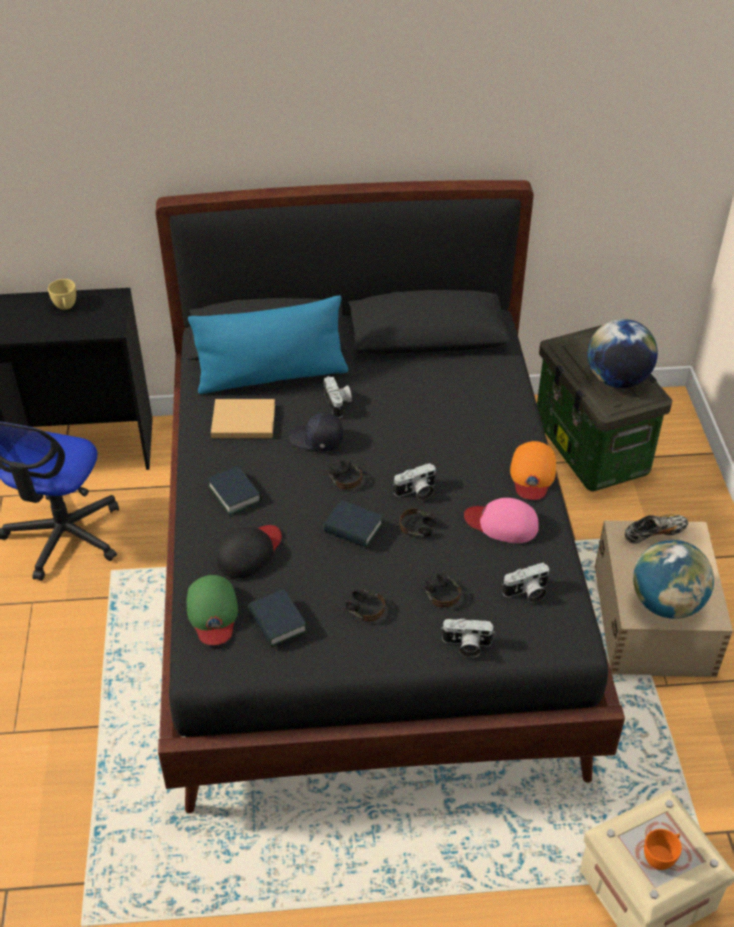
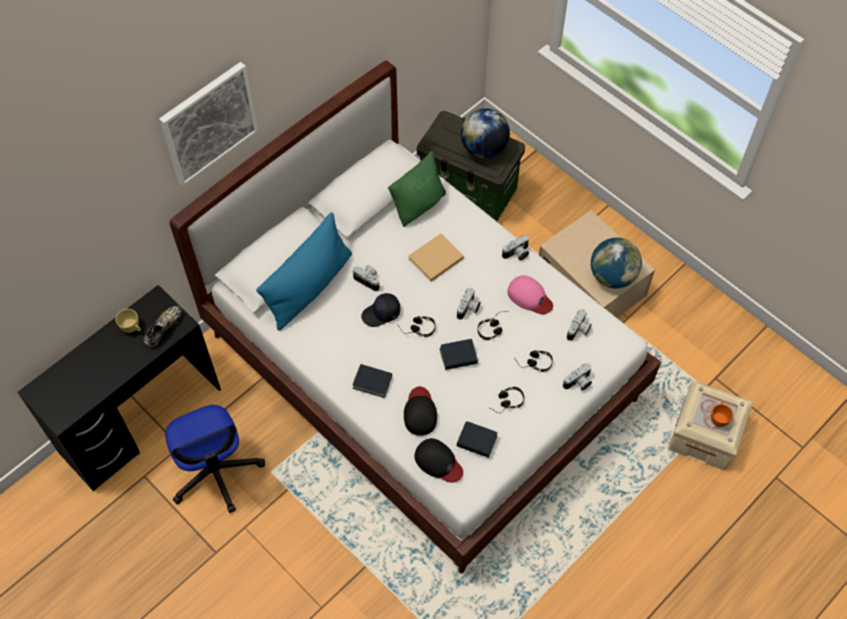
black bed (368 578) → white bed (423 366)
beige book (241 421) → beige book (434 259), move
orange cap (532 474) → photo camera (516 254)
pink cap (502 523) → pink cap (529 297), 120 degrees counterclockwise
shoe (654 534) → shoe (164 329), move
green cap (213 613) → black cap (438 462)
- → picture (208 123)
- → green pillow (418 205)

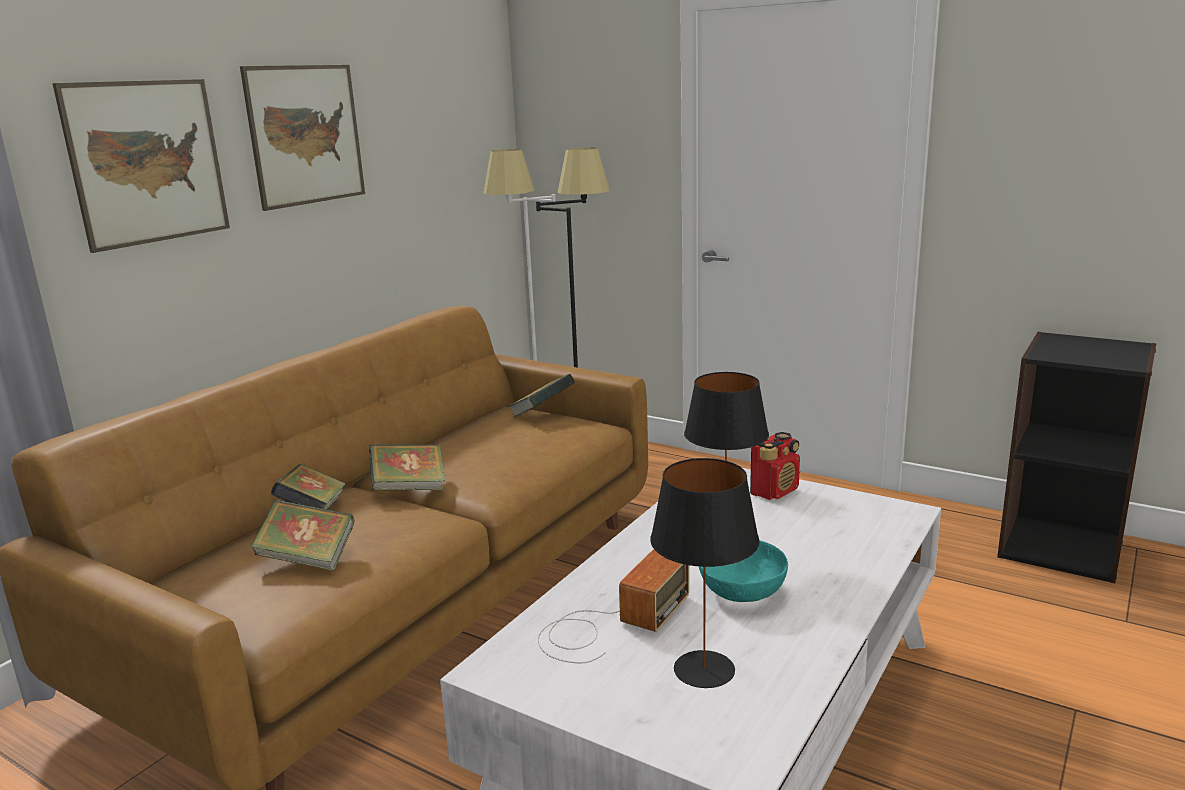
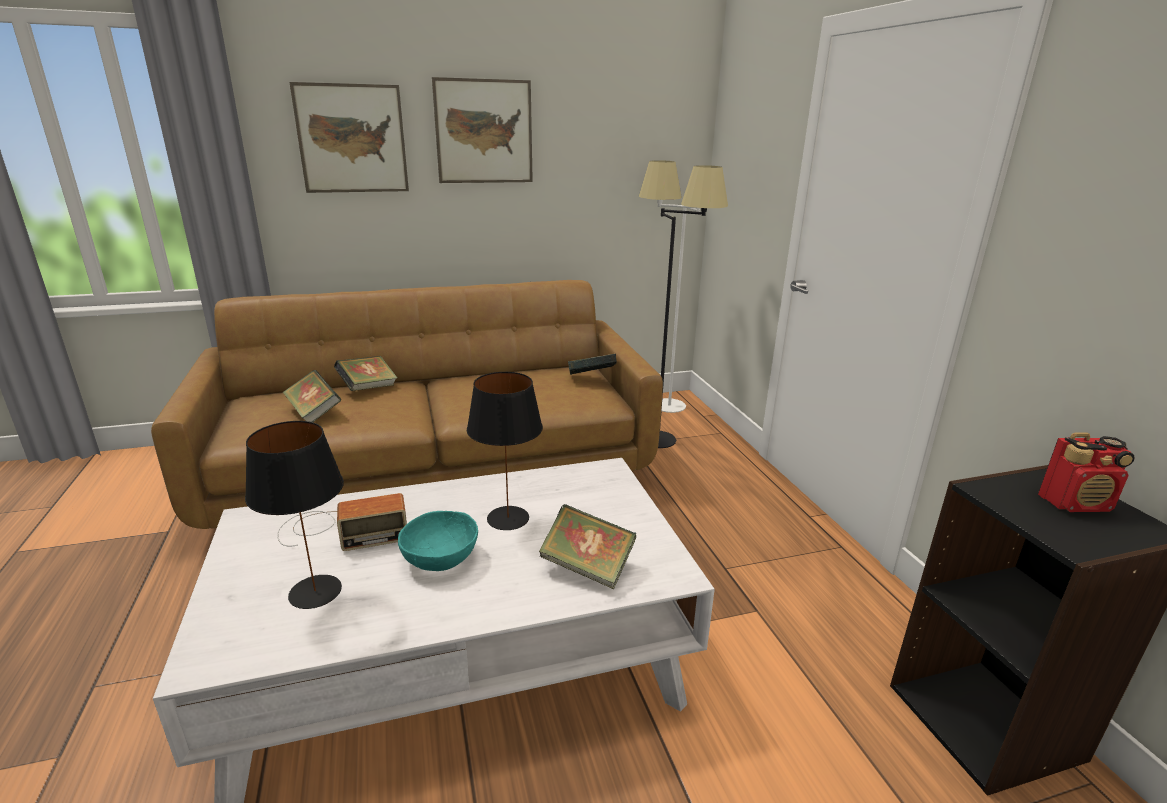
radio (775 491) → radio (1075 503), move
book (409 488) → book (587 567), move

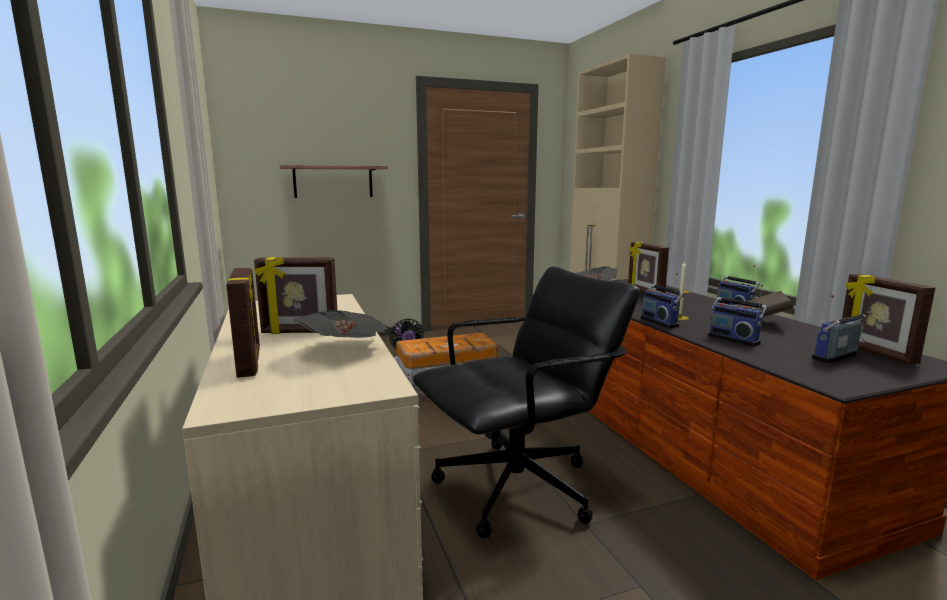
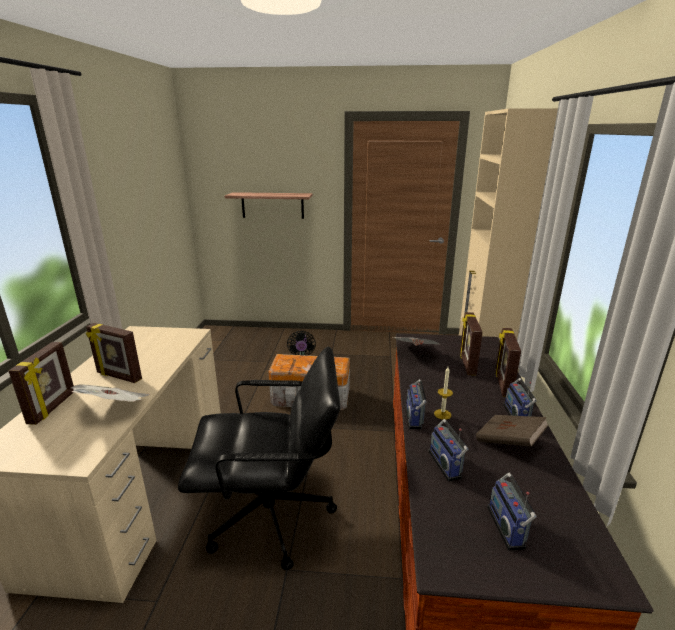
picture frame (875 353) → picture frame (502 384), move
radio (837 357) → radio (508 527), 90 degrees counterclockwise

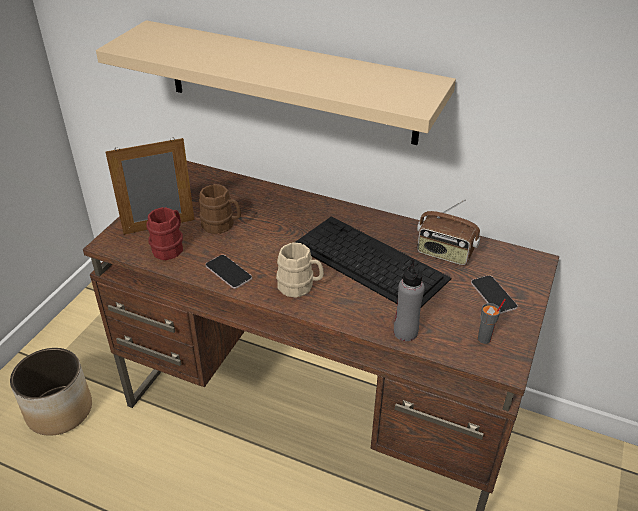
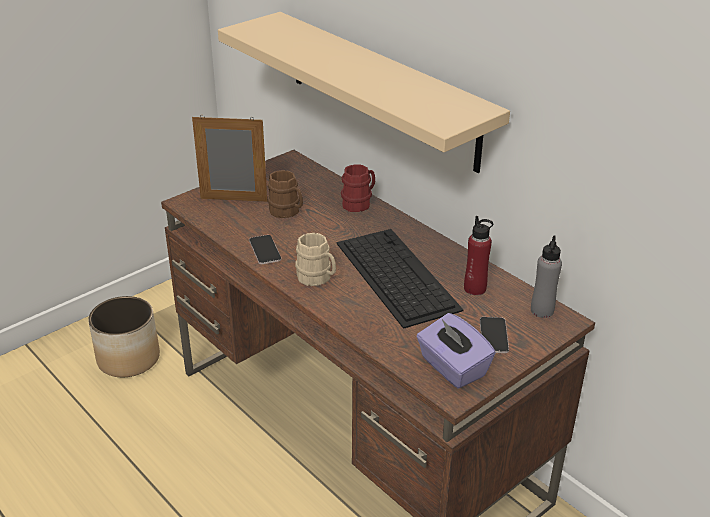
radio (444 254) → red bottle (475 288)
red mug (170 247) → red mug (359 203), move
grey bottle (405 332) → grey bottle (542 310), move
grey cup (484 339) → purple tissue box (452 368)

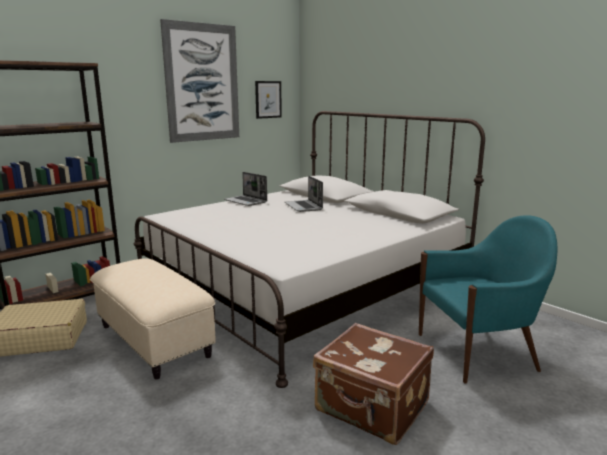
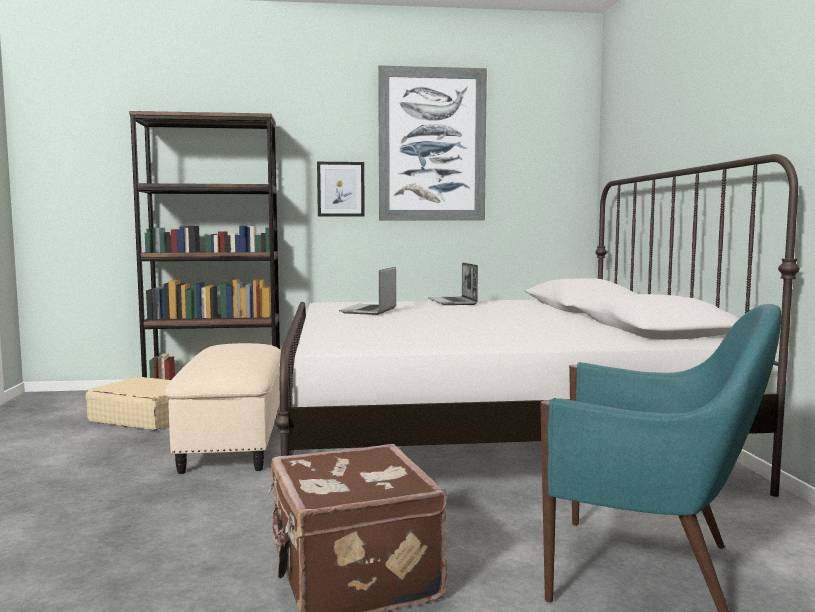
picture (268 99) → picture (340 189), move
laptop (304 207) → laptop (369 311), move

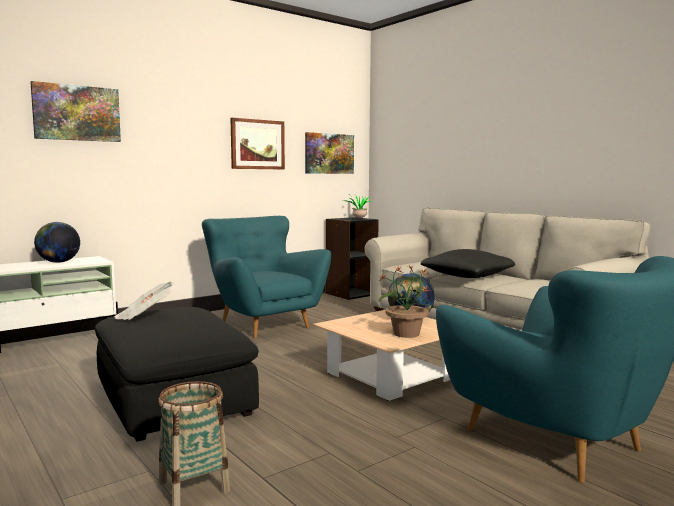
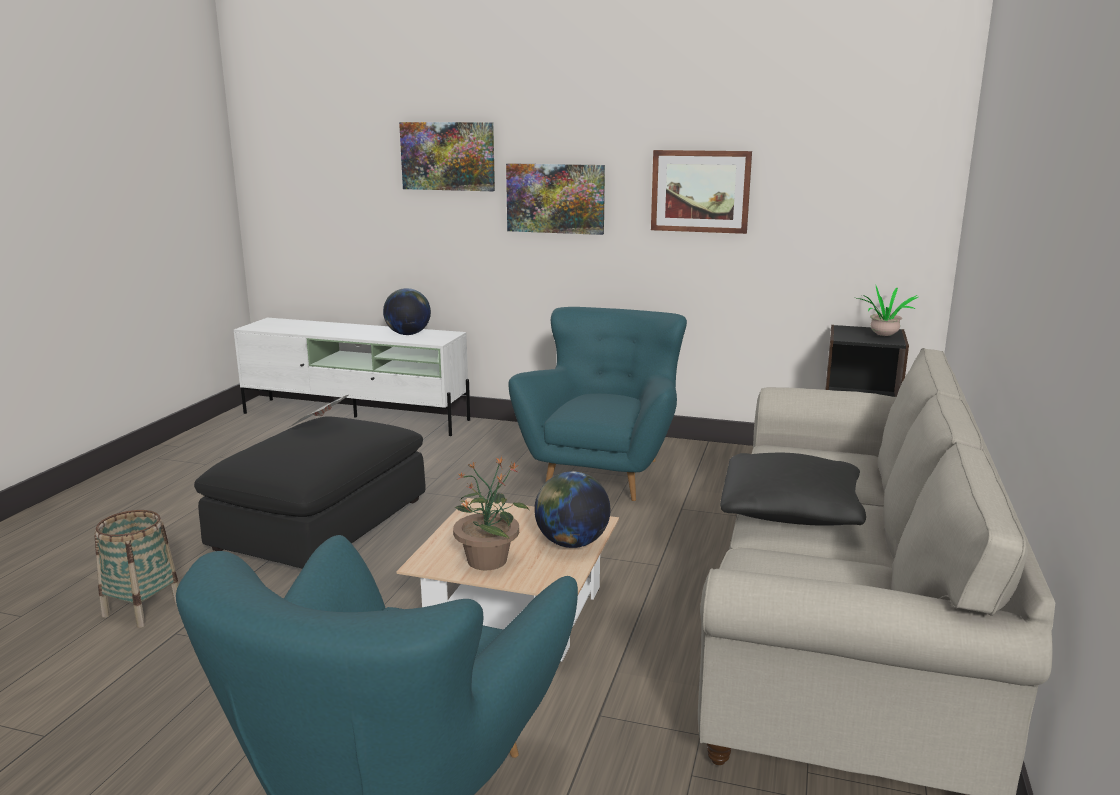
picture (329 153) → picture (555 198), move

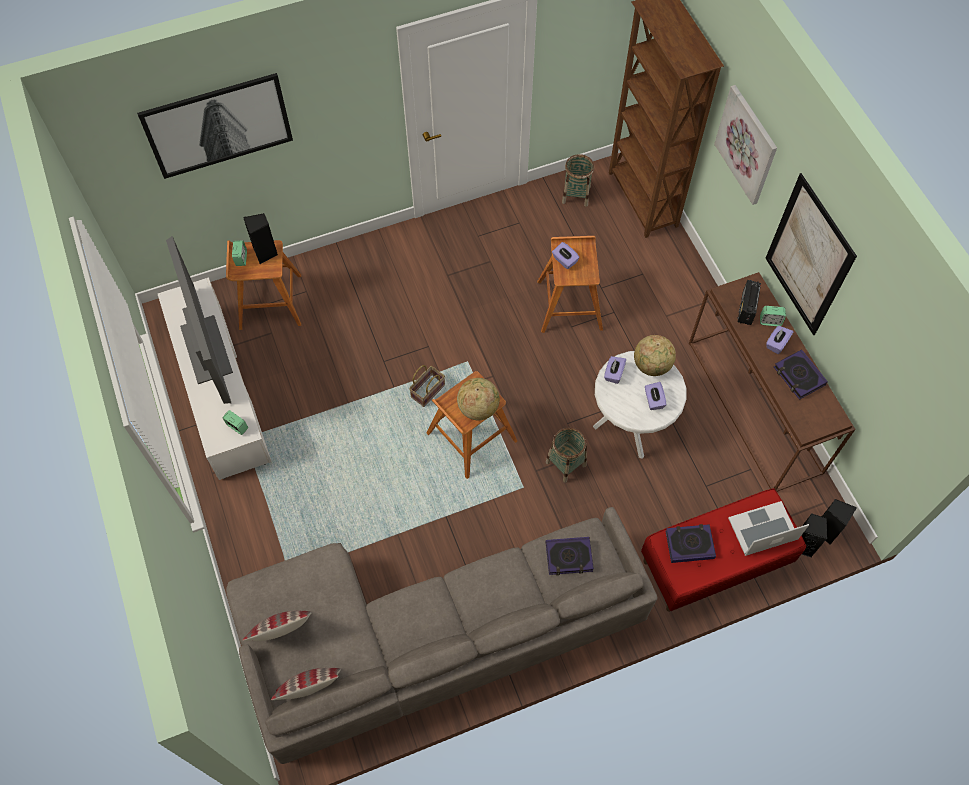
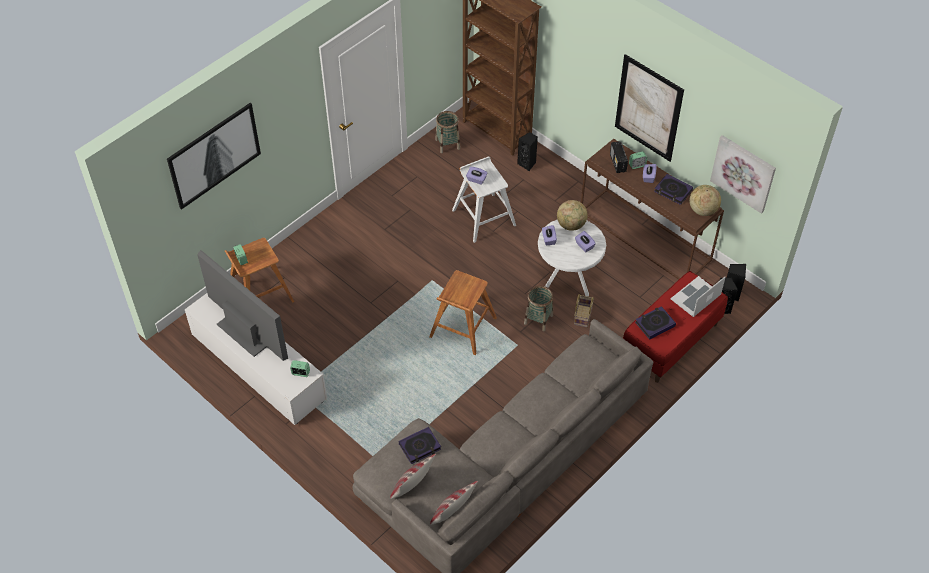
picture (747 144) → picture (743 173), move
black speaker (266 253) → black speaker (527 164), move
brown stool (569 304) → white stool (483 217)
basket (428 390) → basket (582 315), move
globe (478 408) → globe (702 210), move
book (569 557) → book (420 447), move

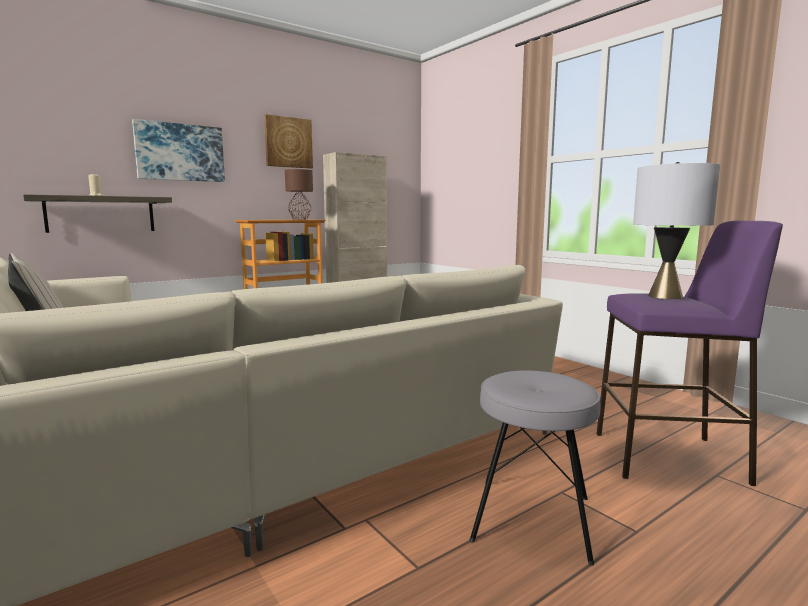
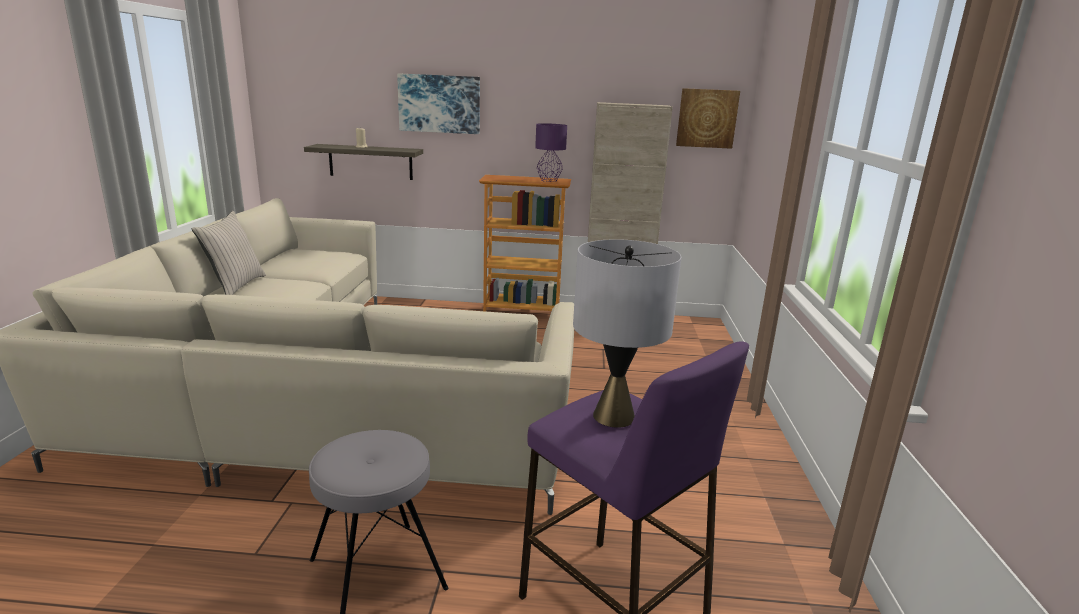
picture (288 142) → picture (707 118), move
brown table lamp (299 219) → purple table lamp (548 180)

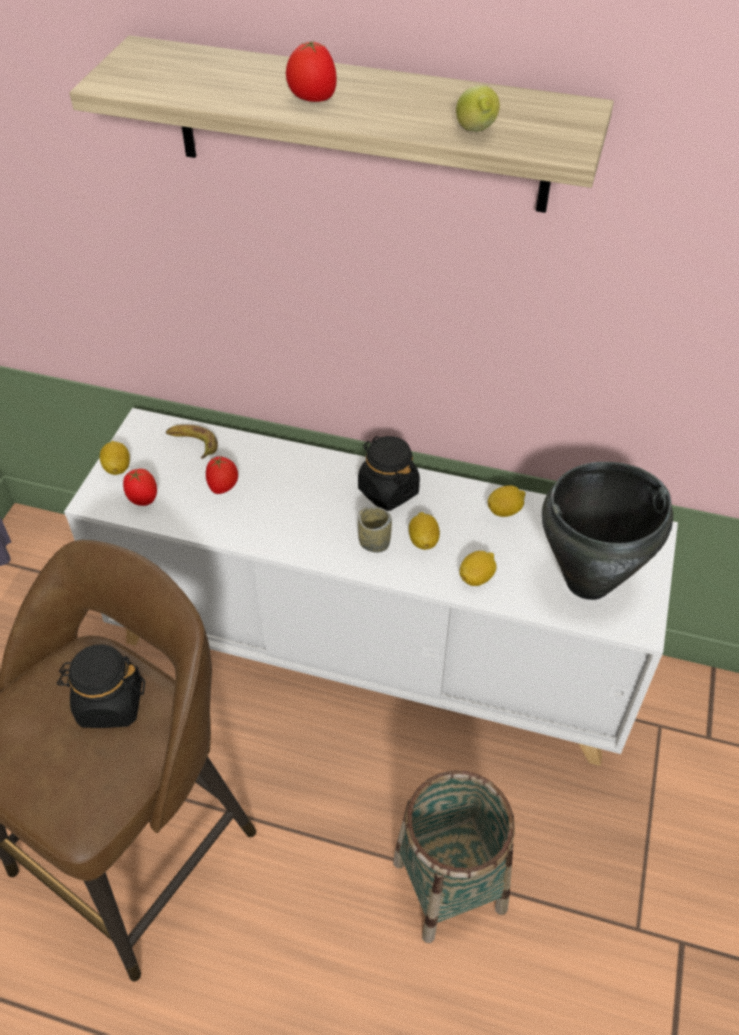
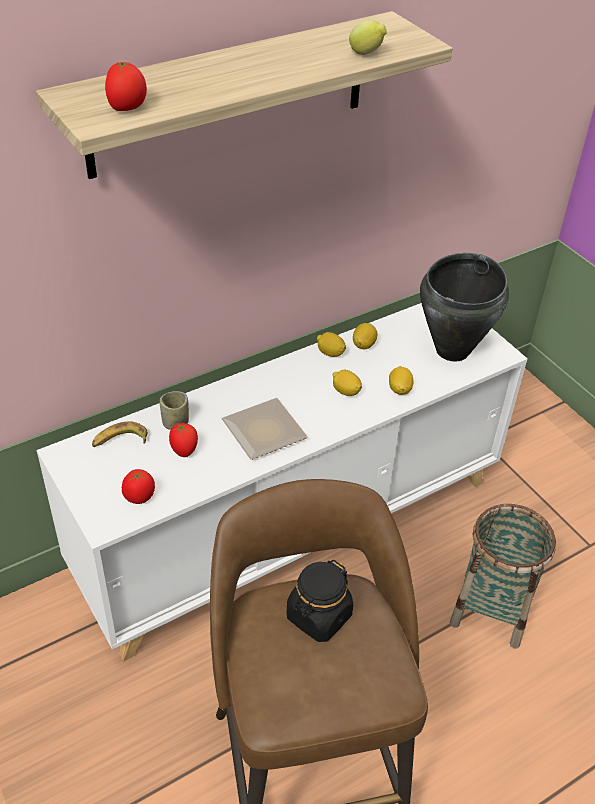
tomato (312 100) → tomato (127 109), move
black jar (388 491) → -
lemon (117 468) → lemon (330 353), move
cup (374 543) → cup (175 423), move
- → plate (261 431)

